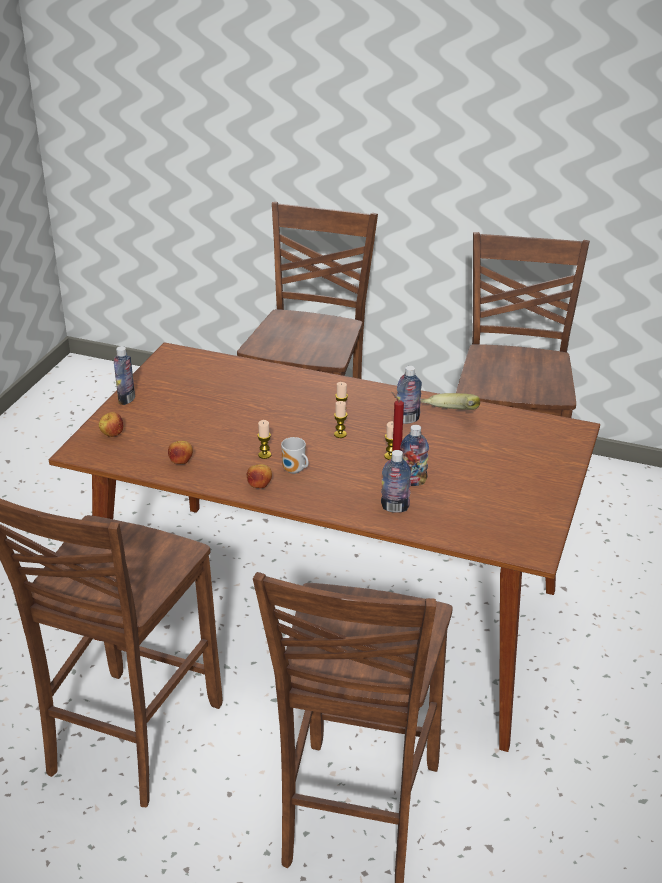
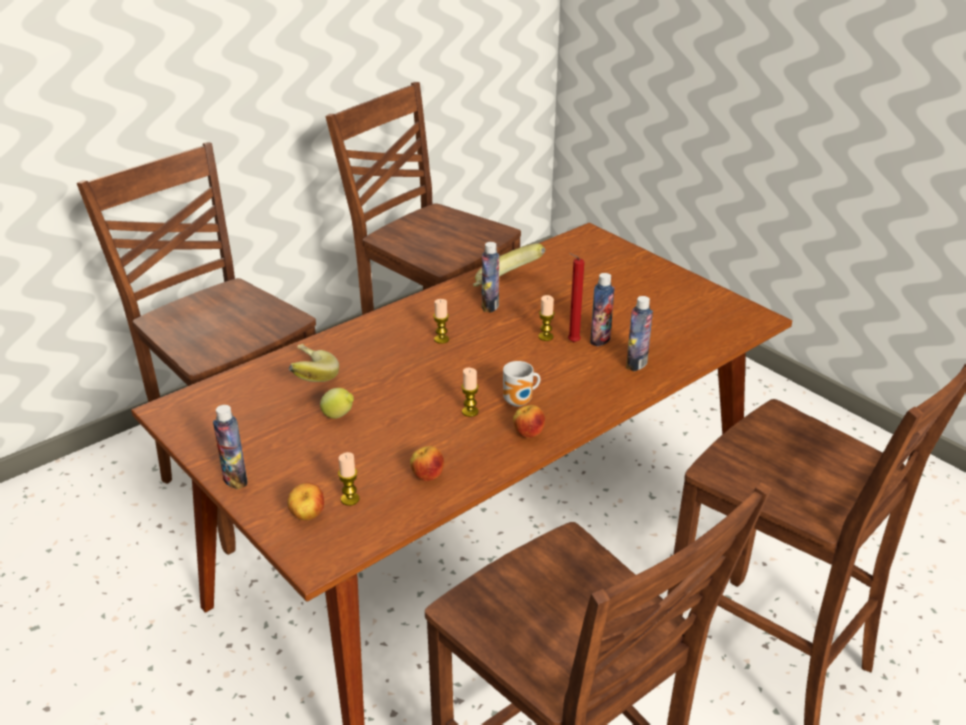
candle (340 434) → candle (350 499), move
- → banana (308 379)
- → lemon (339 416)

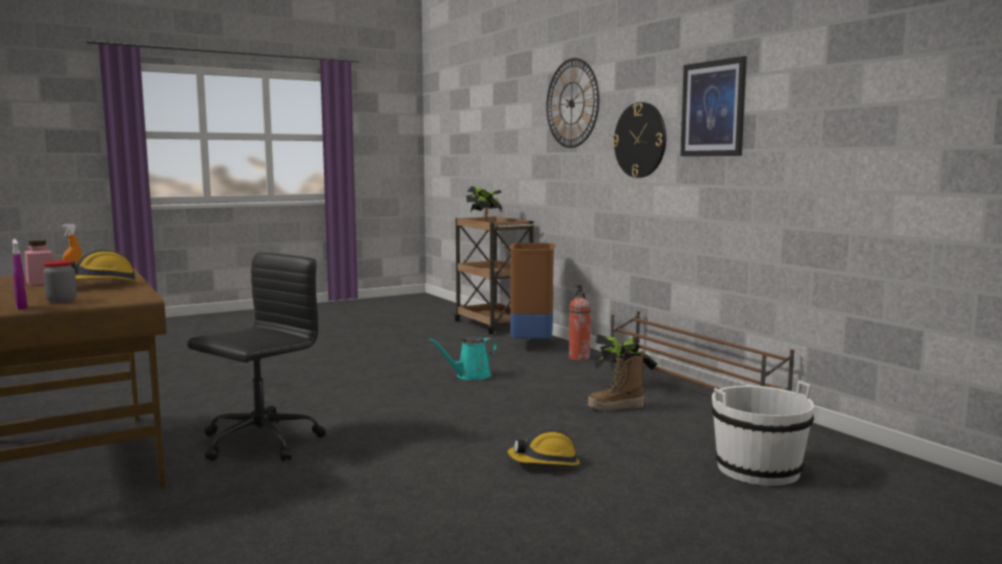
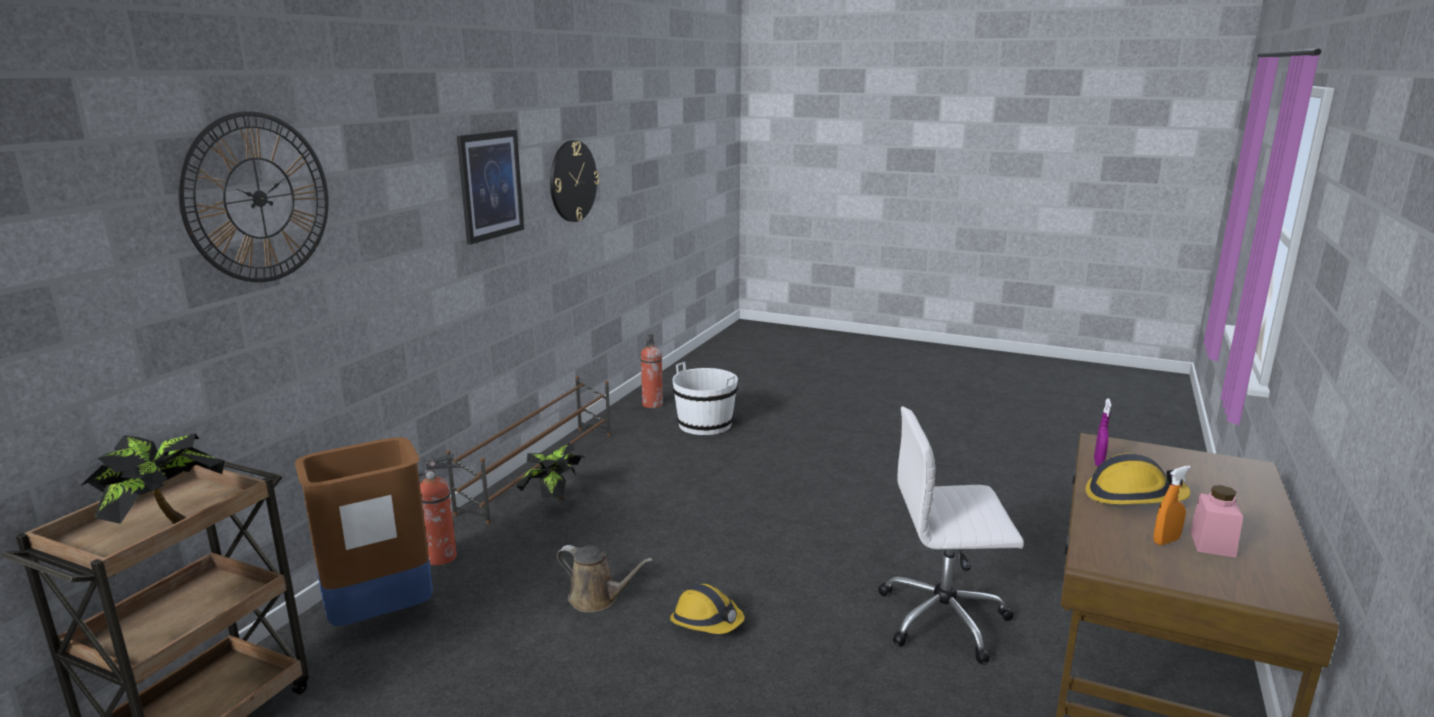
wall clock (640 140) → wall clock (572 181), move
purple spray bottle (21 308) → purple spray bottle (1098 463), move
black office chair (259 442) → white office chair (945 618)
jar (61 301) → -
turquoise watering can (470 376) → brown watering can (597 599)
boot (615 408) → -
hard hat (545 463) → hard hat (707 621), move
- → fire extinguisher (652 404)

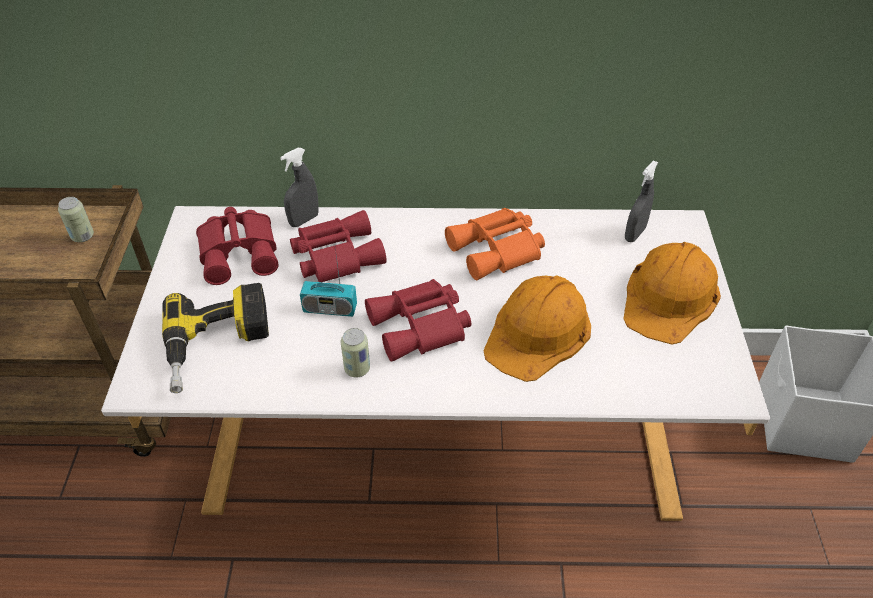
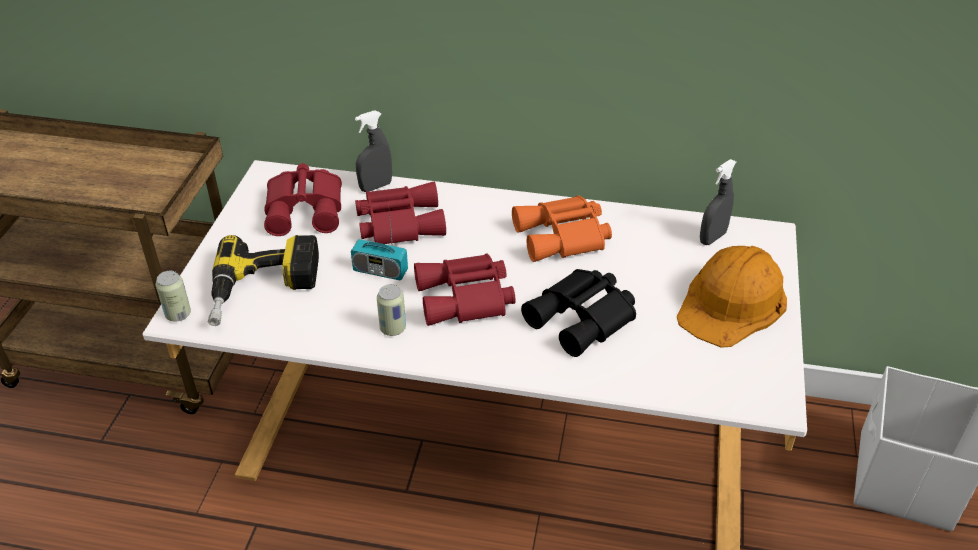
can (82 236) → can (178 314), move
orange hard hat (538 332) → black binoculars (584 318)

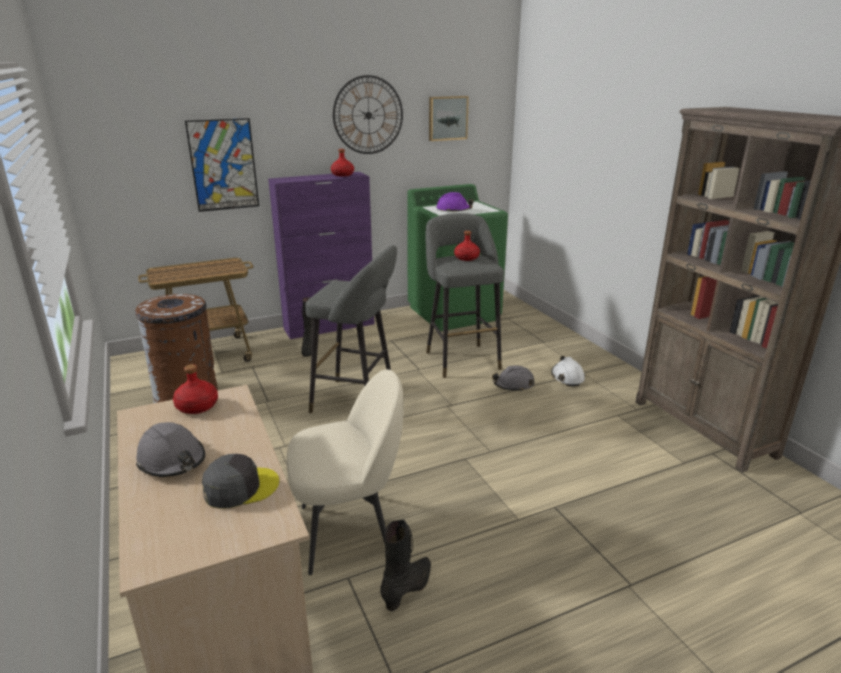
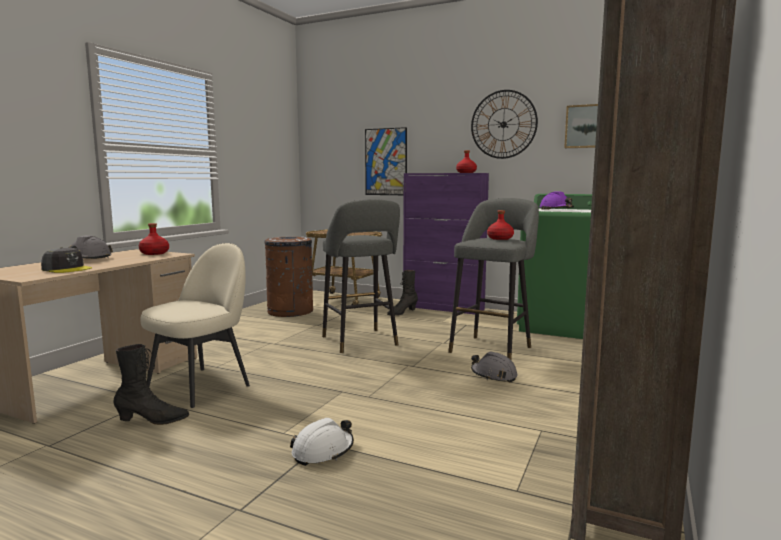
white hard hat (567 377) → white hard hat (323 451), move
beige chair (349 531) → beige chair (201 385), 90 degrees counterclockwise

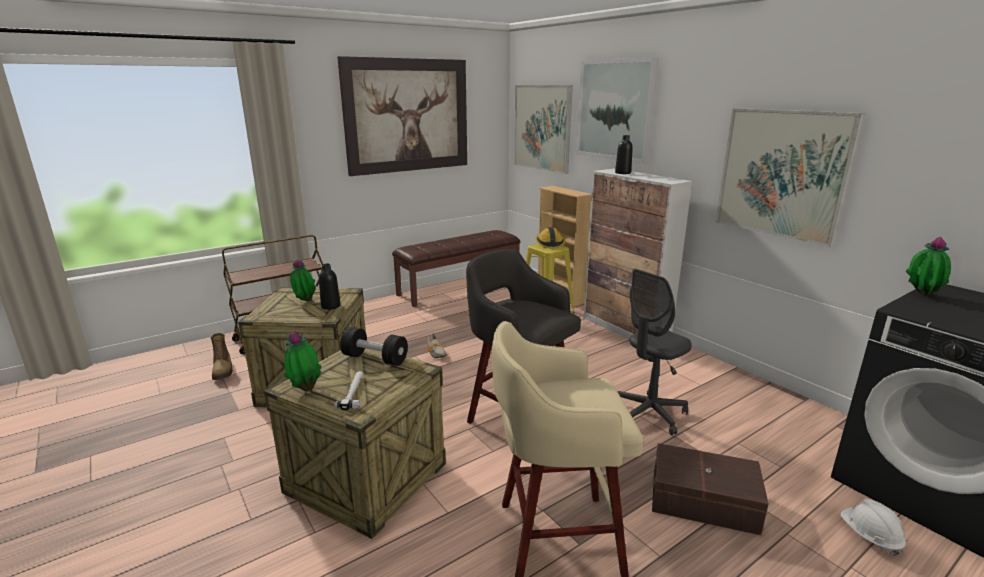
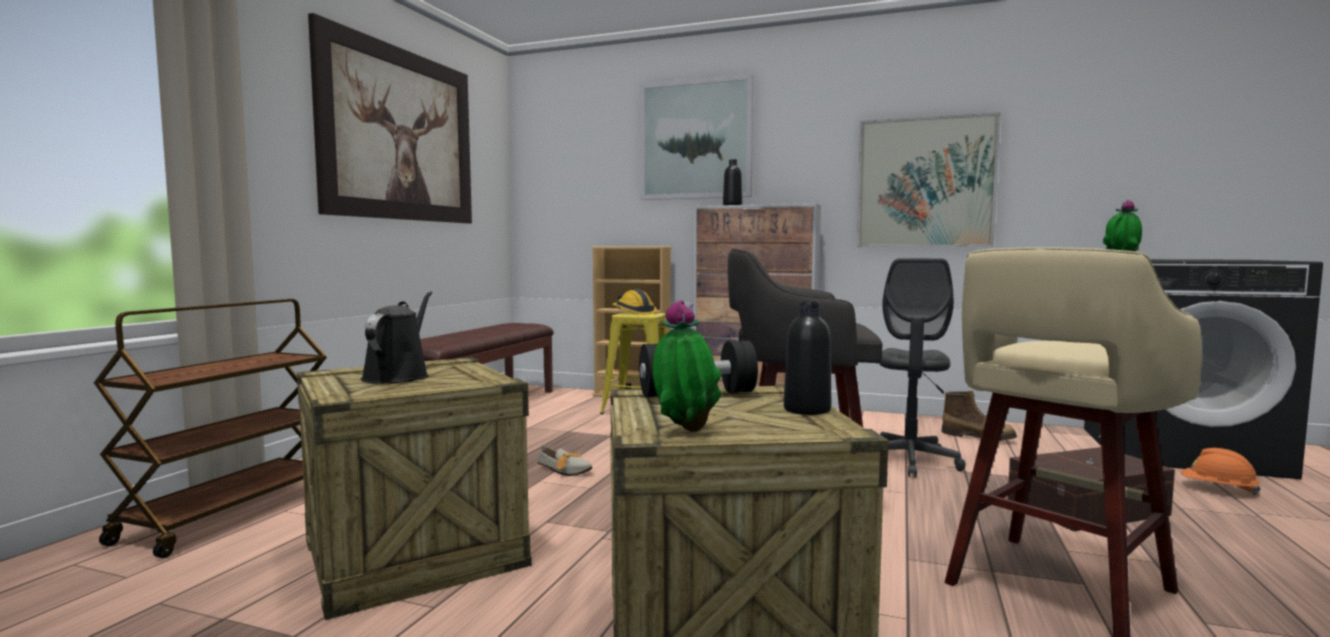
picture (542 128) → -
potted plant (304 301) → black watering can (398 376)
black bottle (330 306) → black bottle (807 410), move
boot (223 371) → boot (978 437), move
hammer (354 392) → -
white hard hat (869 536) → orange hard hat (1218 489)

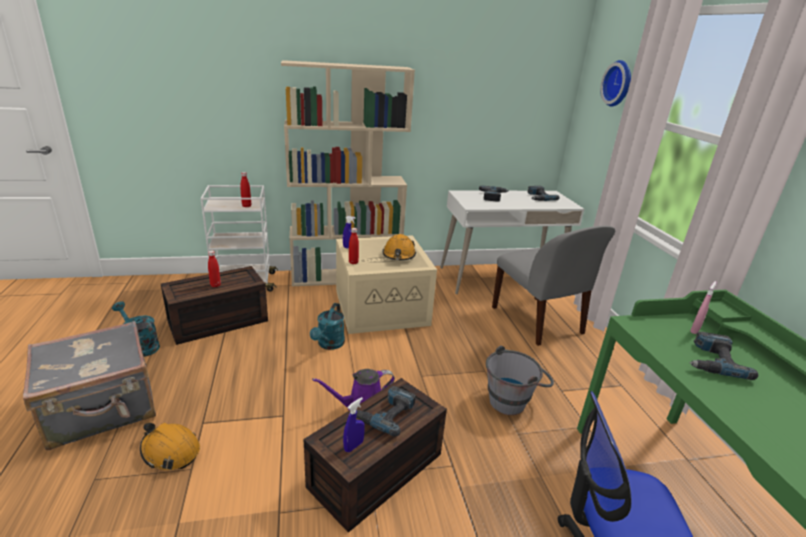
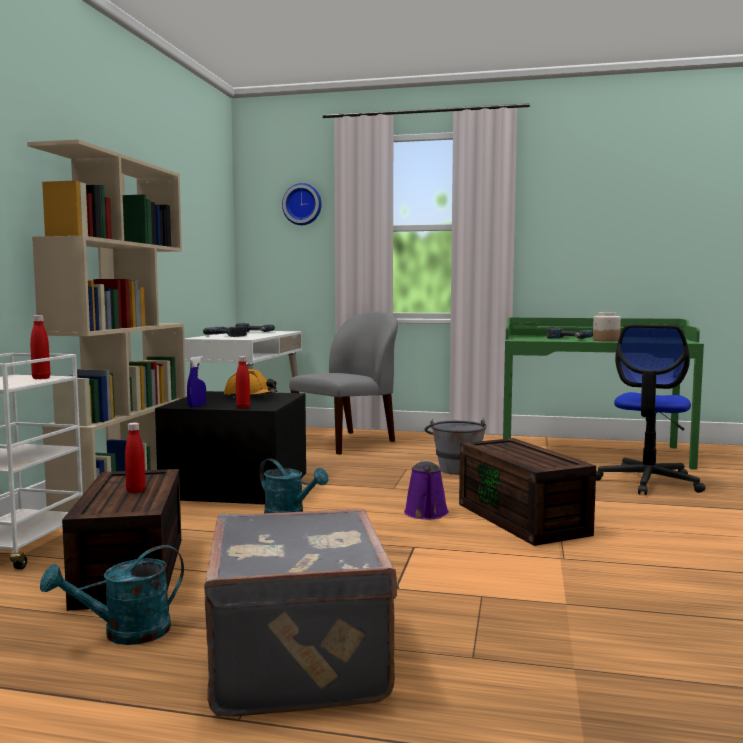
grey chair (538 321) → grey chair (346 443), 45 degrees counterclockwise
beige storage box (382 307) → black storage box (236 484)
pink spray bottle (695 330) → -
power drill (386 413) → -
blue spray bottle (353 446) → -
orange hard hat (170 451) → -
- → jar (606 340)

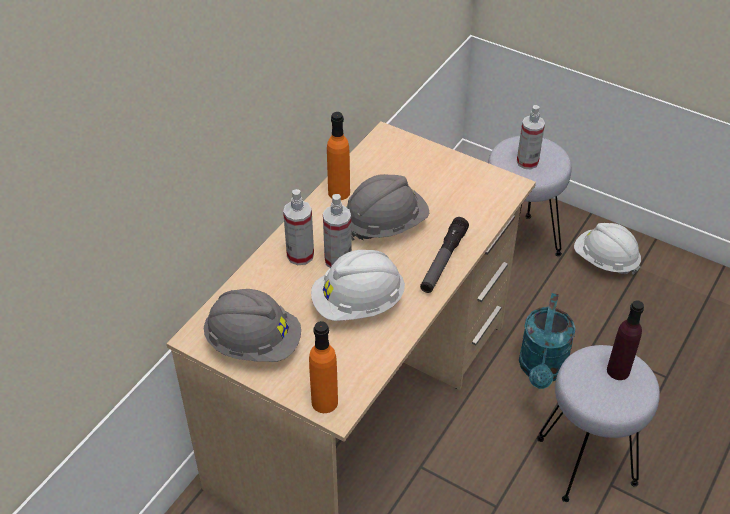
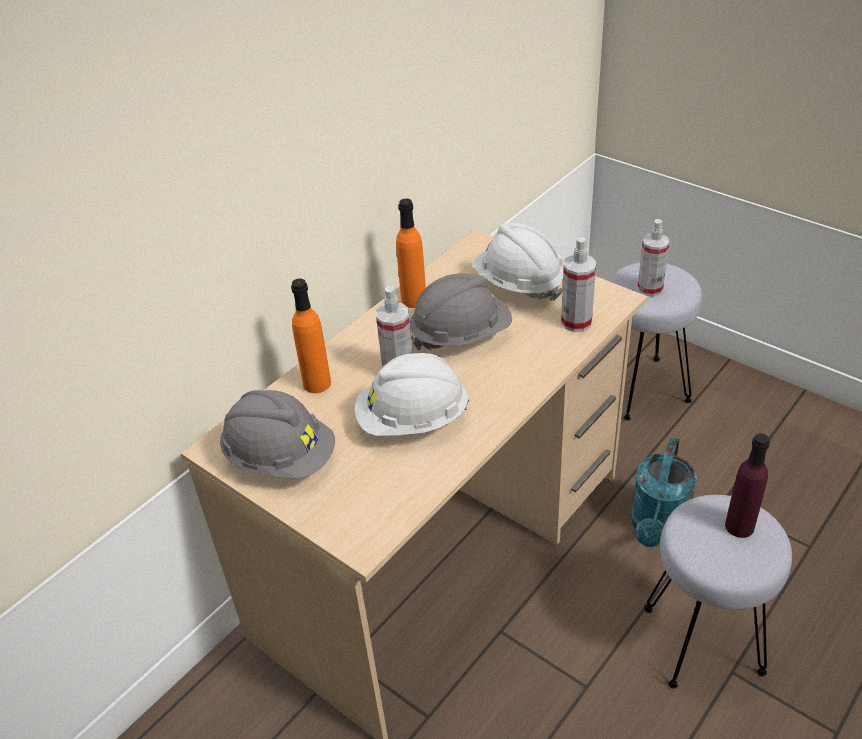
spray bottle (300 255) → spray bottle (576 322), move
flashlight (443 261) → -
white hard hat (605 261) → white hard hat (518 284), move
orange bottle (324 402) → orange bottle (317 383), move

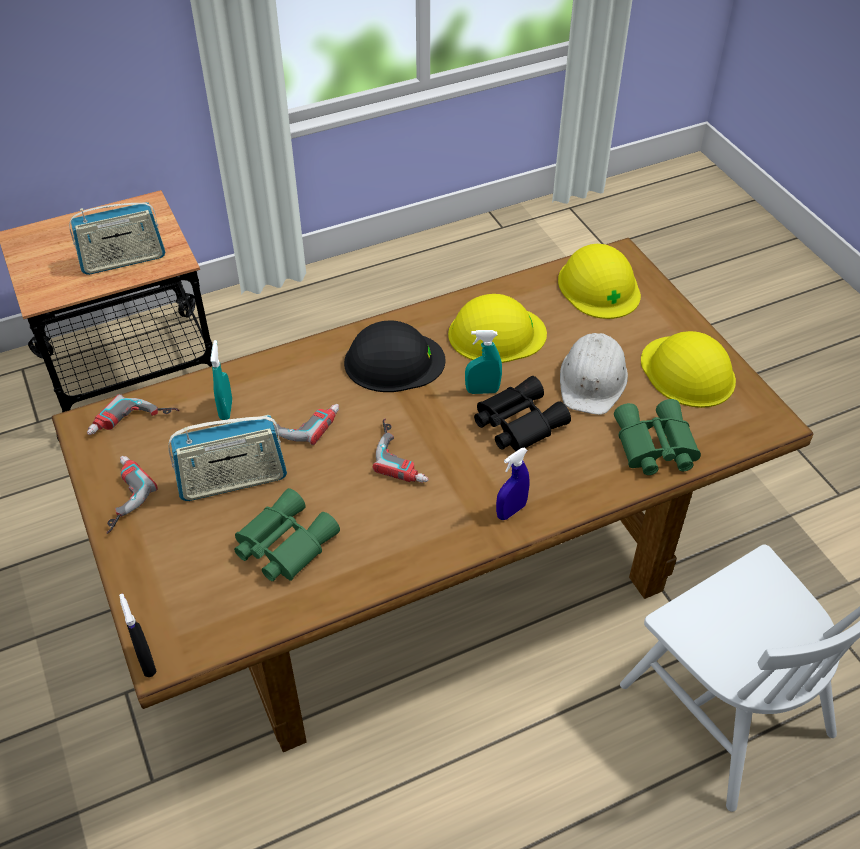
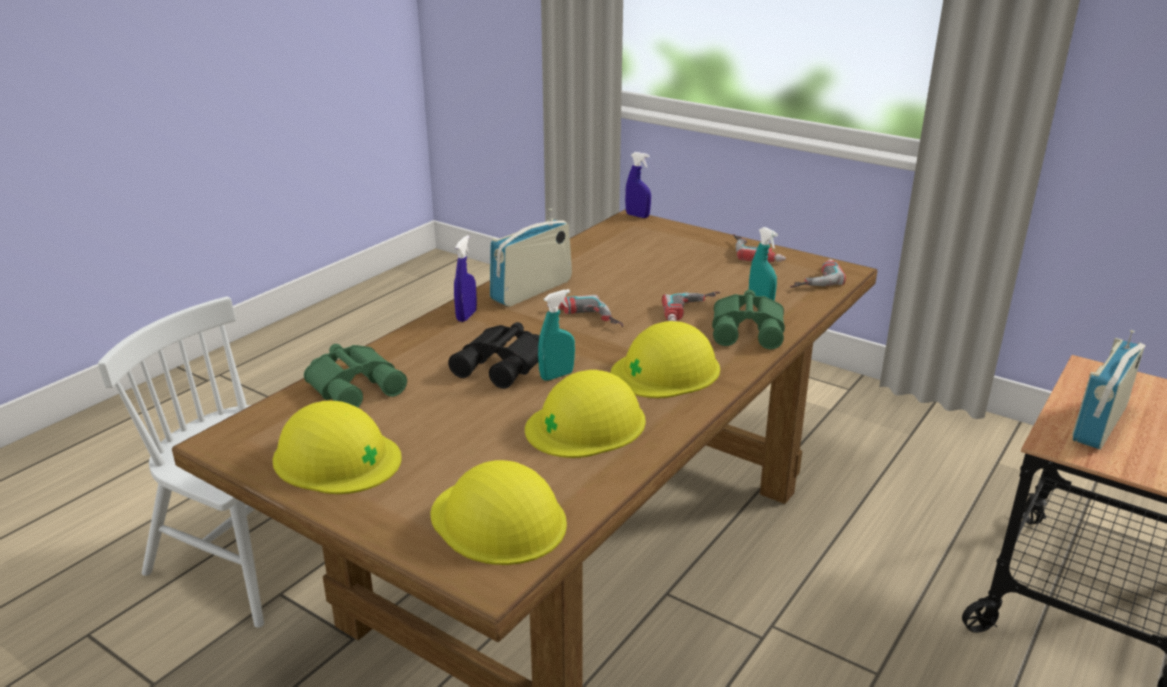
black hard hat (393 361) → yellow hard hat (666 371)
white hard hat (593 379) → -
radio (233 481) → radio (532 290), move
green binoculars (282 544) → green binoculars (749 329), move
black spray bottle (147 662) → blue spray bottle (637 216)

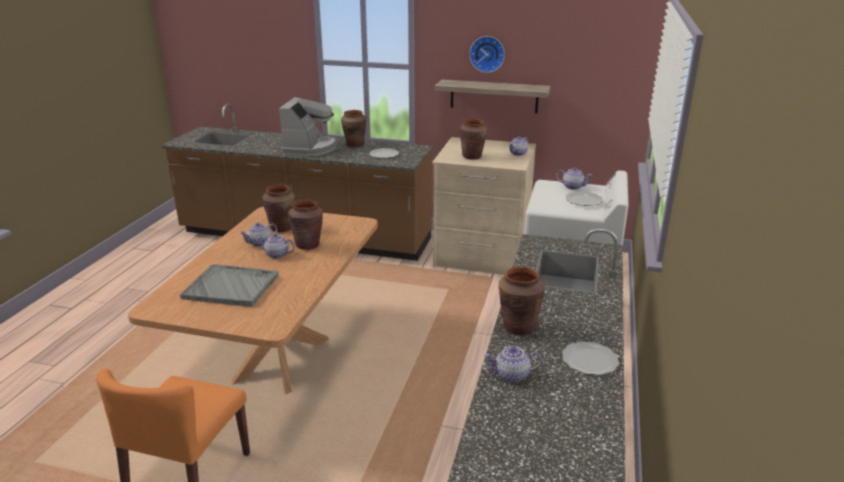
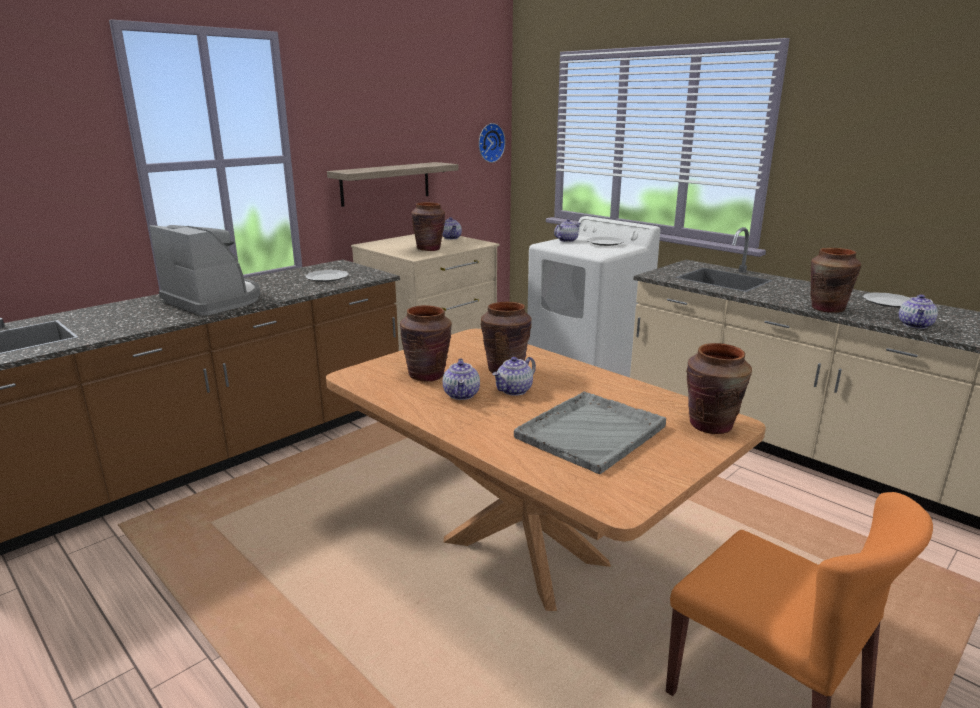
wall clock (487 54) → wall clock (489 142), move
brown vase (355 145) → brown vase (711 425), move

